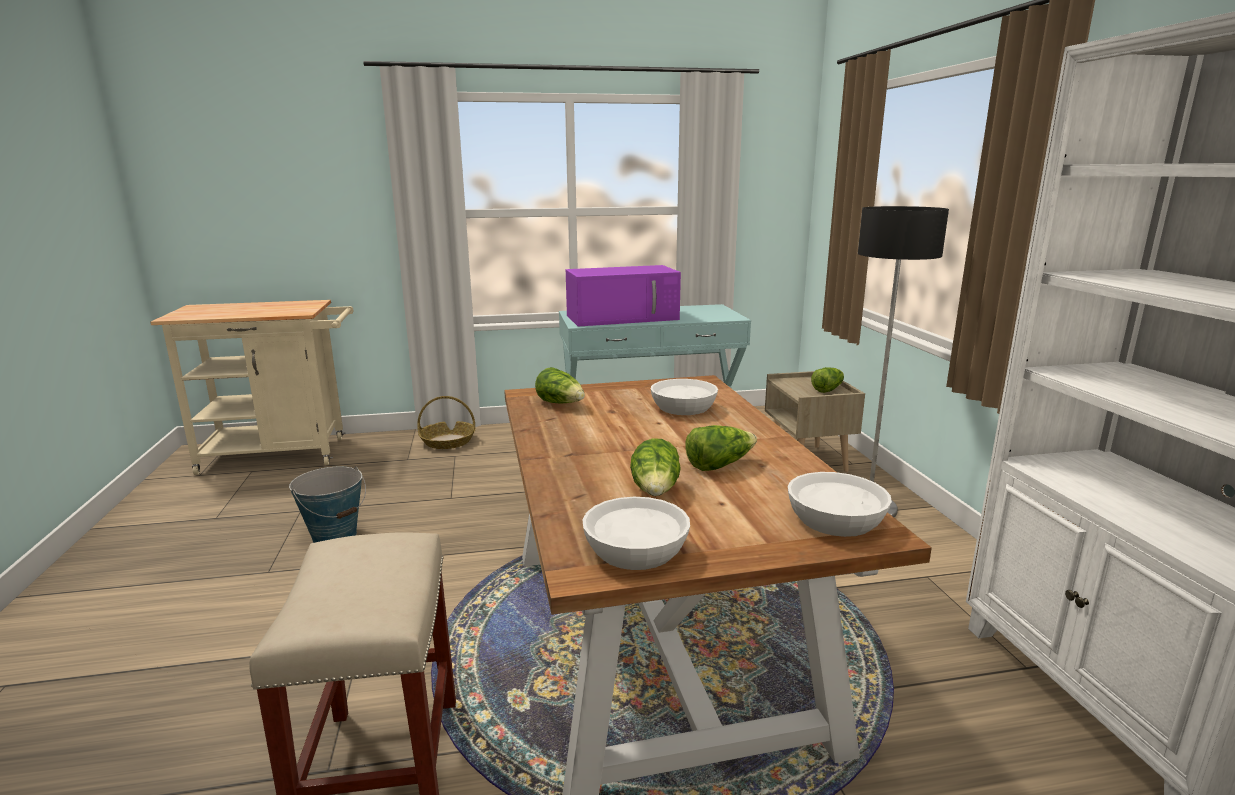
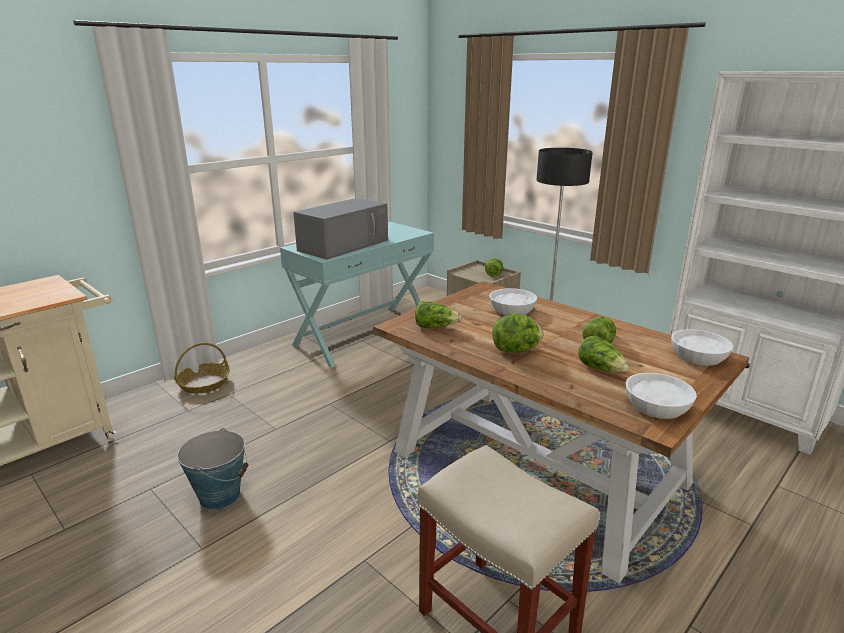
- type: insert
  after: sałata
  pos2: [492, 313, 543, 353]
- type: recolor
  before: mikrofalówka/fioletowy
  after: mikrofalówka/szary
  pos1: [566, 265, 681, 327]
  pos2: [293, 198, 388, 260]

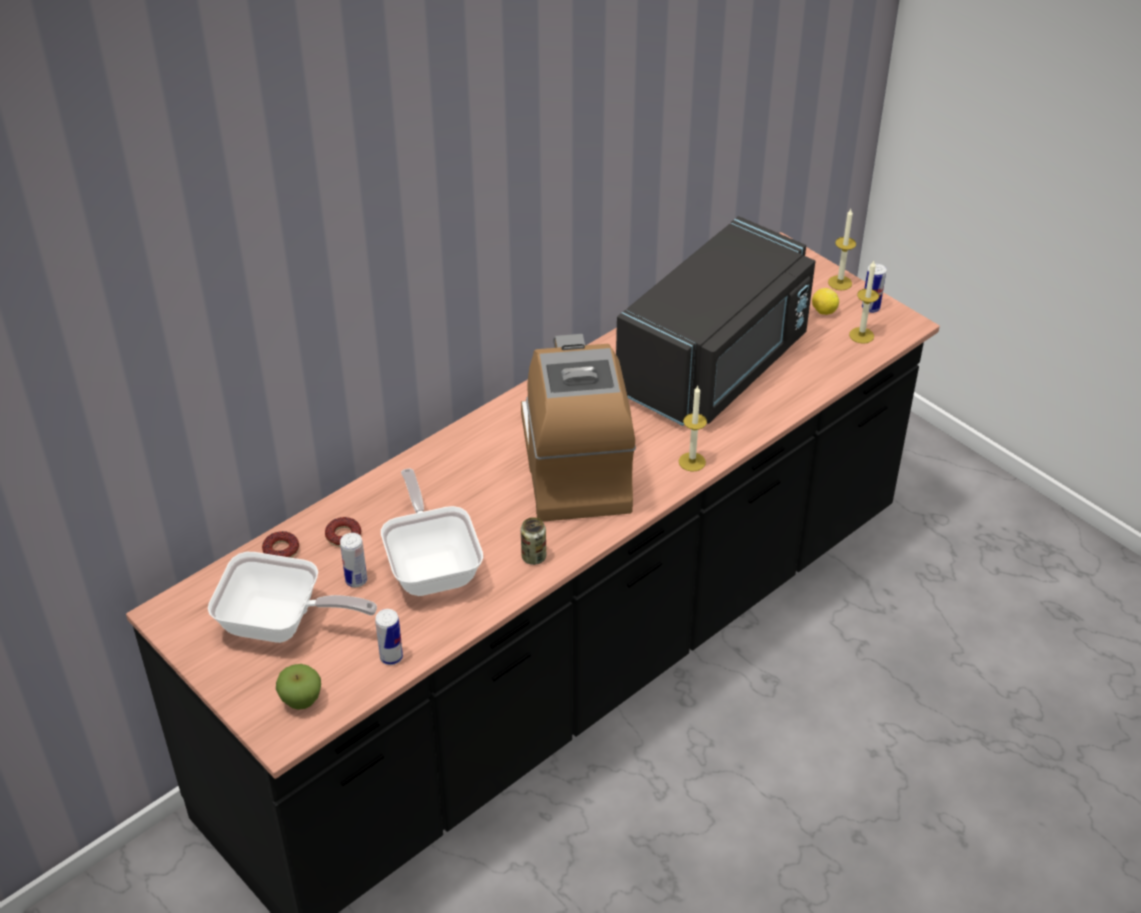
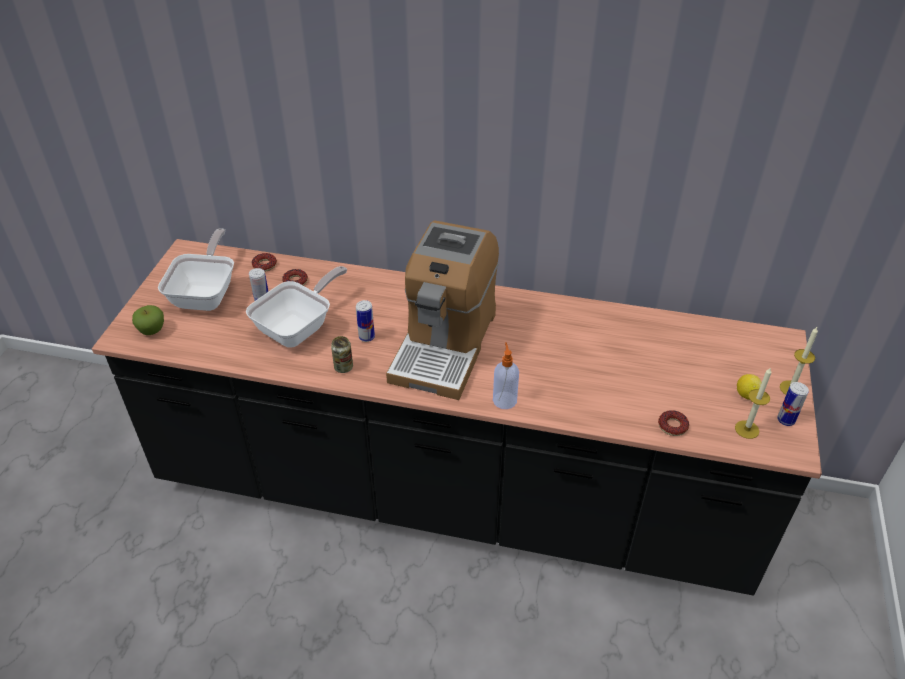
- type: delete
  before: mikrofalówka/czarny
  pos1: [616, 216, 815, 426]
- type: insert
  after: donut
  pos2: [658, 410, 689, 436]
- type: move
  before: puszka
  pos1: [375, 609, 403, 665]
  pos2: [356, 300, 375, 342]
- type: replace
  before: świeca
  after: dozownik mydła
  pos1: [679, 386, 707, 472]
  pos2: [493, 342, 519, 409]
- type: rotate
  before: patelnia
  pos1: [208, 552, 377, 643]
  pos2: [158, 228, 234, 311]
  turn: -150
- type: rotate
  before: ekspres do kawy
  pos1: [521, 334, 636, 522]
  pos2: [386, 221, 499, 400]
  turn: 150

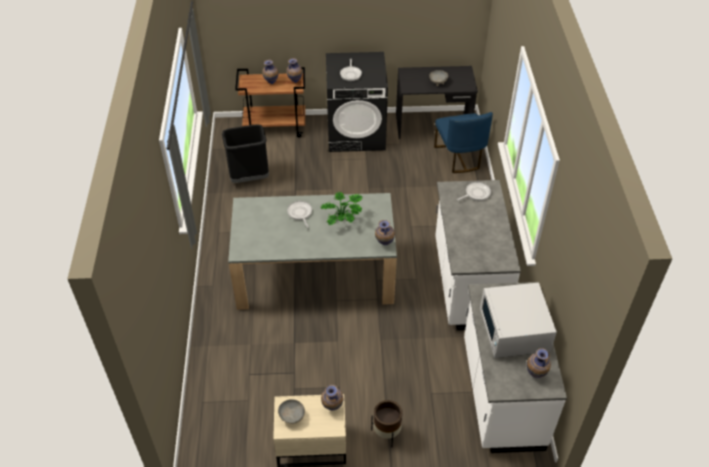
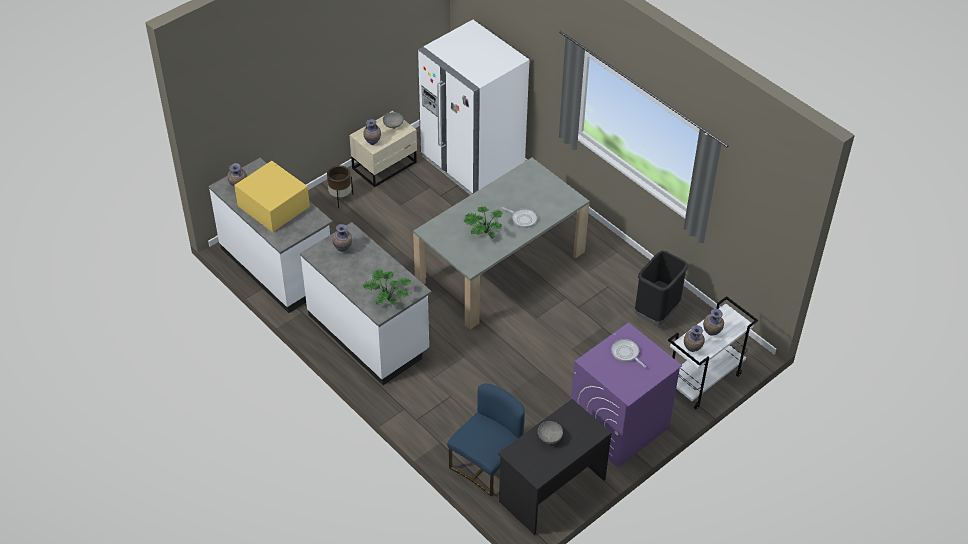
- type: insert
  after: lodówka/biały
  pos2: [417, 20, 529, 195]
- type: move
  before: wazon
  pos1: [375, 220, 395, 245]
  pos2: [332, 224, 352, 252]
- type: replace
  before: patelnia
  after: roślina doniczkowa
  pos1: [457, 182, 491, 201]
  pos2: [362, 269, 412, 305]
- type: recolor
  before: wózek/brązowy
  after: wózek/biały
  pos1: [235, 67, 305, 138]
  pos2: [668, 296, 758, 409]
- type: recolor
  before: pralka/czarny
  after: pralka/fioletowy
  pos1: [326, 52, 388, 152]
  pos2: [571, 322, 682, 468]
- type: recolor
  before: mikrofalówka/biały
  after: mikrofalówka/żółty
  pos1: [480, 282, 557, 358]
  pos2: [234, 161, 310, 232]
- type: rotate
  before: krzesło/niebieski
  pos1: [434, 112, 493, 173]
  pos2: [447, 384, 525, 497]
  turn: 90

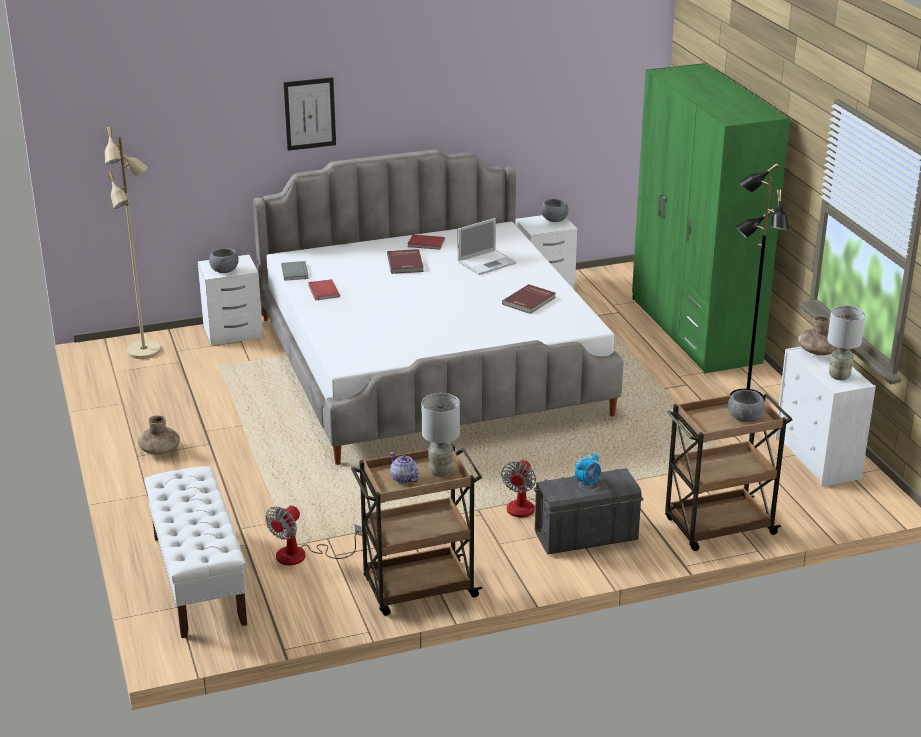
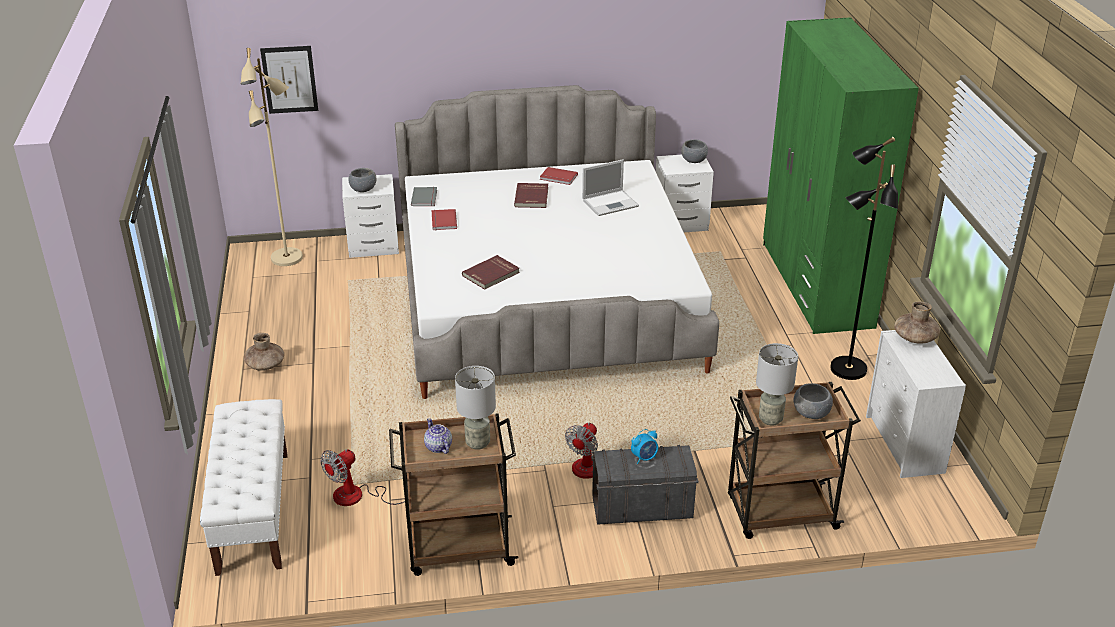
- type: move
  before: obraz
  pos1: [284, 77, 336, 151]
  pos2: [260, 46, 318, 114]
- type: move
  before: książka/czerwony
  pos1: [502, 284, 556, 314]
  pos2: [462, 255, 520, 290]
- type: move
  before: lampa stołowa/szary
  pos1: [827, 305, 866, 380]
  pos2: [756, 343, 798, 426]

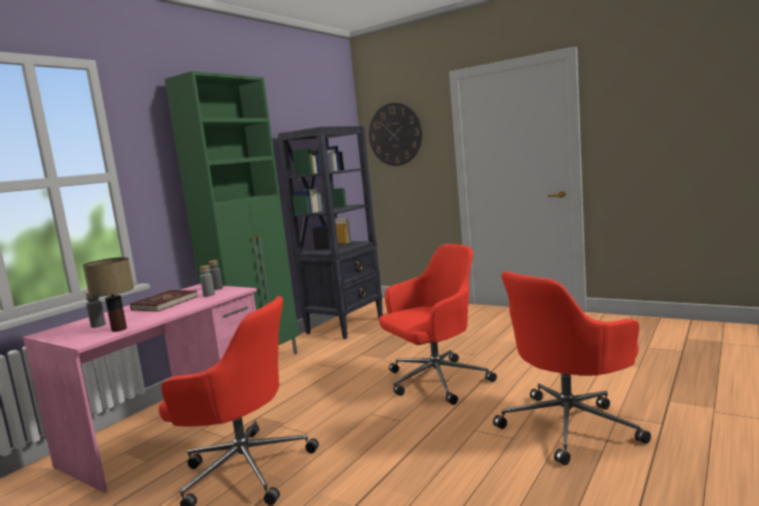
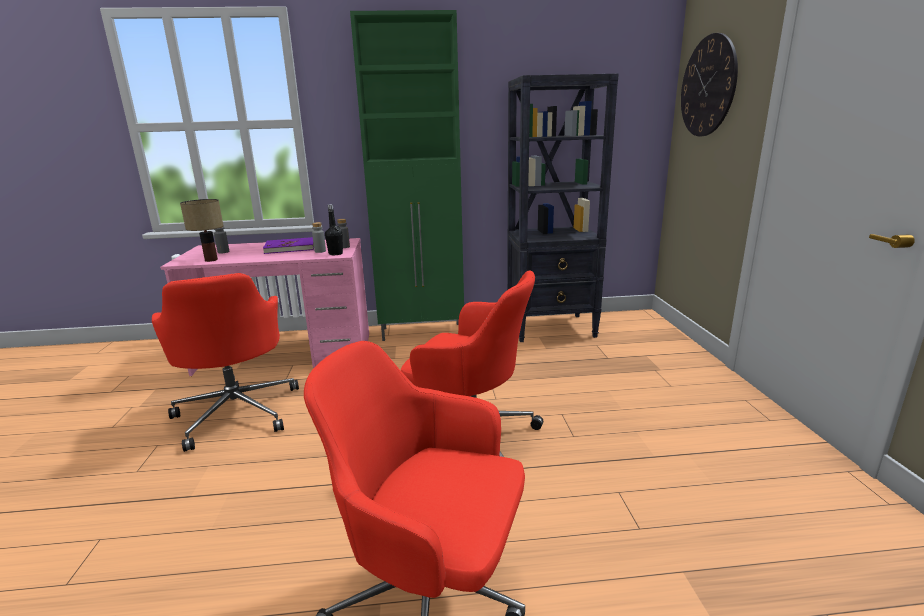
- type: insert
  after: butelka/czarny
  pos2: [325, 204, 343, 255]
- type: recolor
  before: książka/czerwony
  after: książka/fioletowy
  pos1: [130, 290, 198, 312]
  pos2: [263, 237, 314, 254]

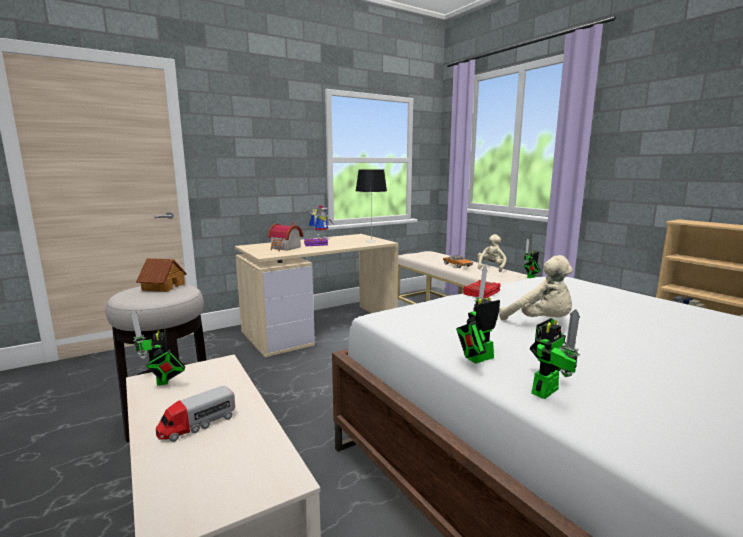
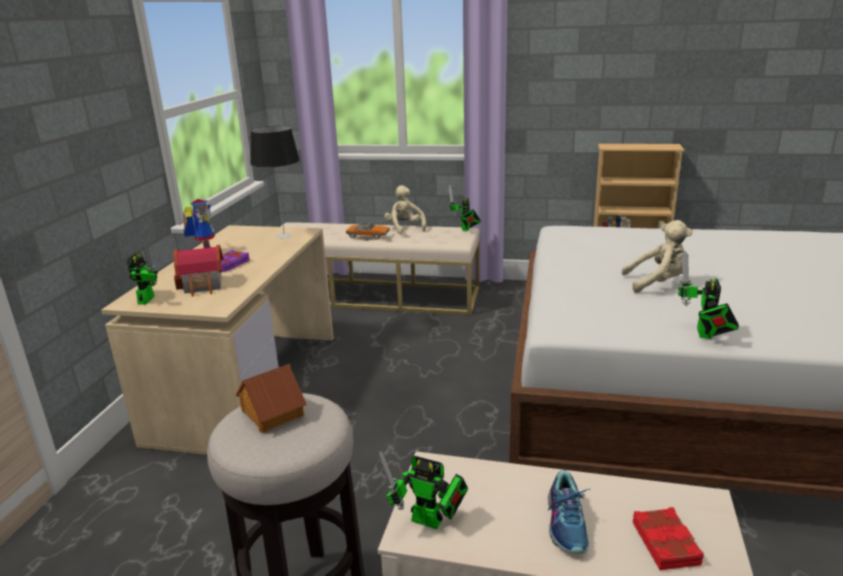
- type: move
  before: książka/czerwony
  pos1: [464, 280, 501, 298]
  pos2: [633, 507, 704, 570]
- type: move
  before: robot zabawkowy
  pos1: [530, 309, 580, 399]
  pos2: [127, 244, 158, 305]
- type: replace
  before: ciężarówka zabawkowa
  after: but
  pos1: [156, 386, 235, 442]
  pos2: [548, 470, 590, 554]

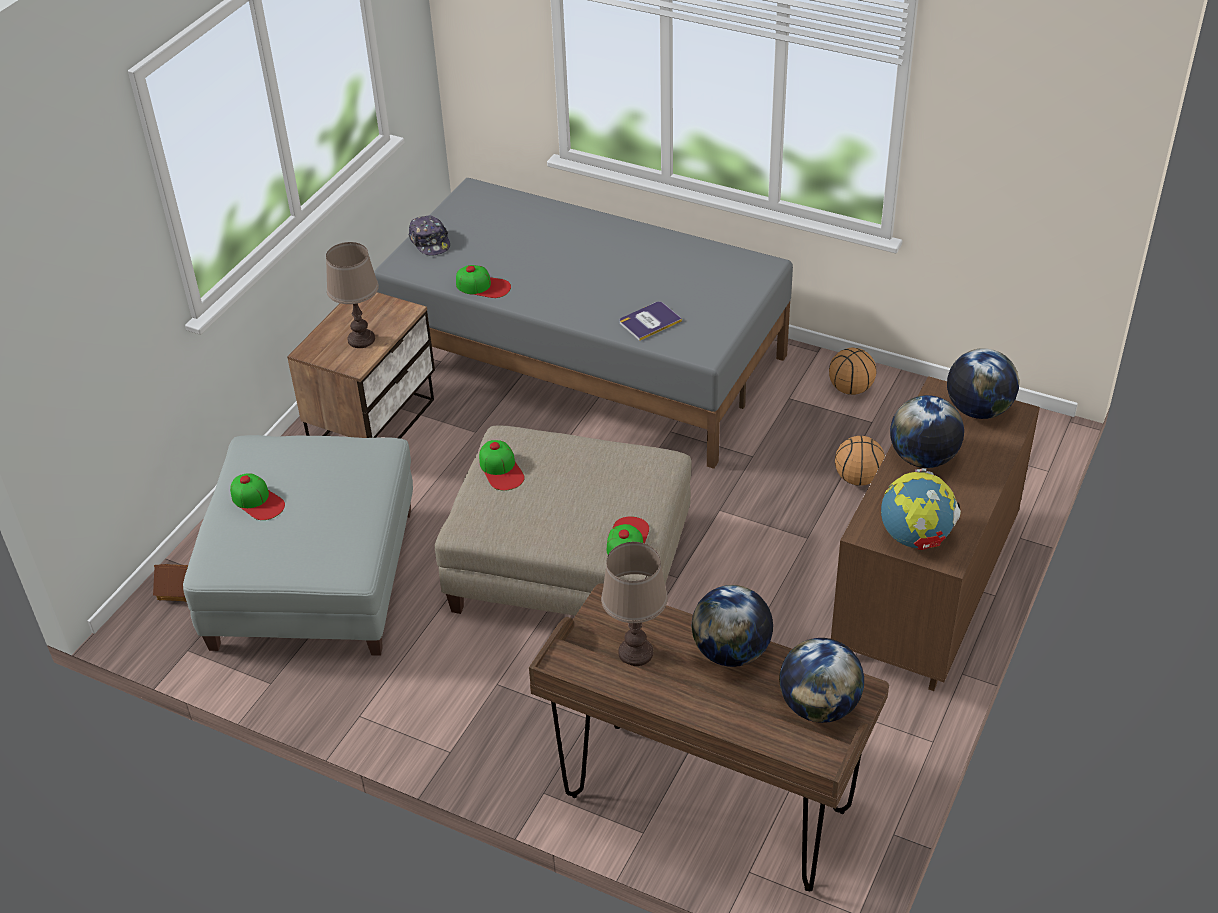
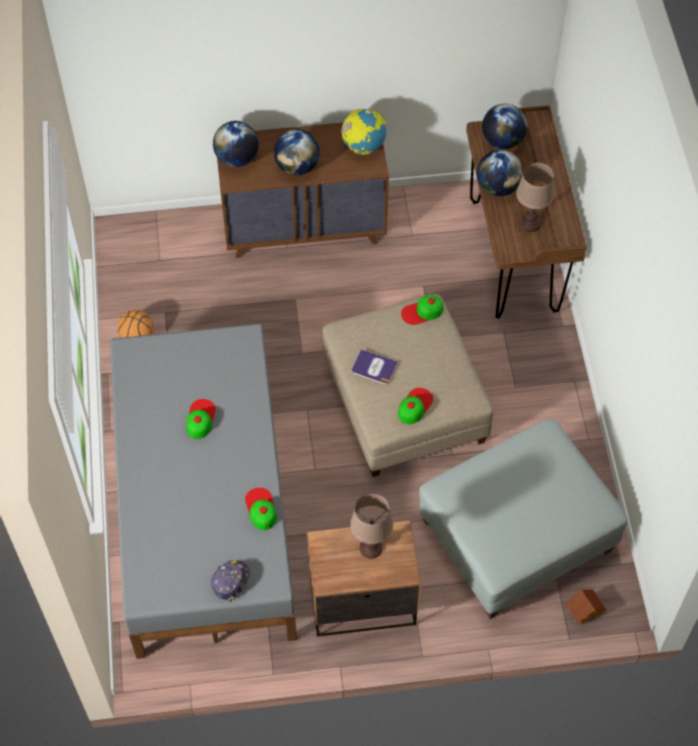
- type: delete
  before: piłka do koszykówki
  pos1: [835, 436, 885, 486]
- type: move
  before: czapka z daszkiem
  pos1: [230, 473, 285, 520]
  pos2: [186, 399, 216, 439]
- type: move
  before: książka
  pos1: [620, 302, 682, 341]
  pos2: [352, 349, 398, 385]

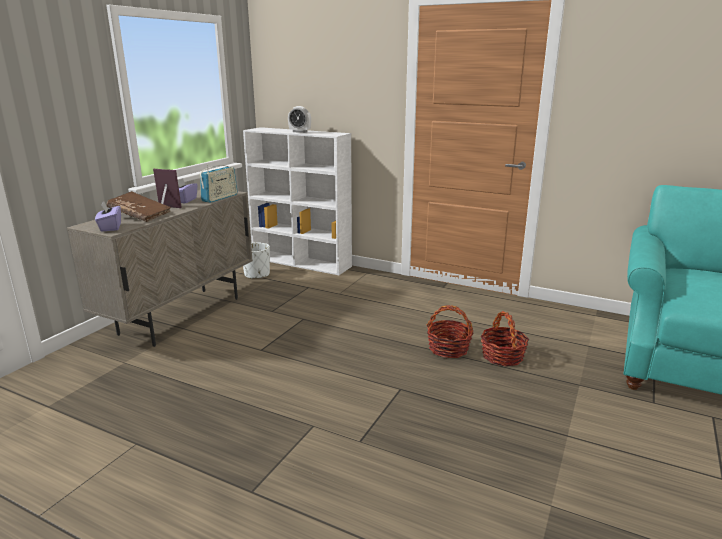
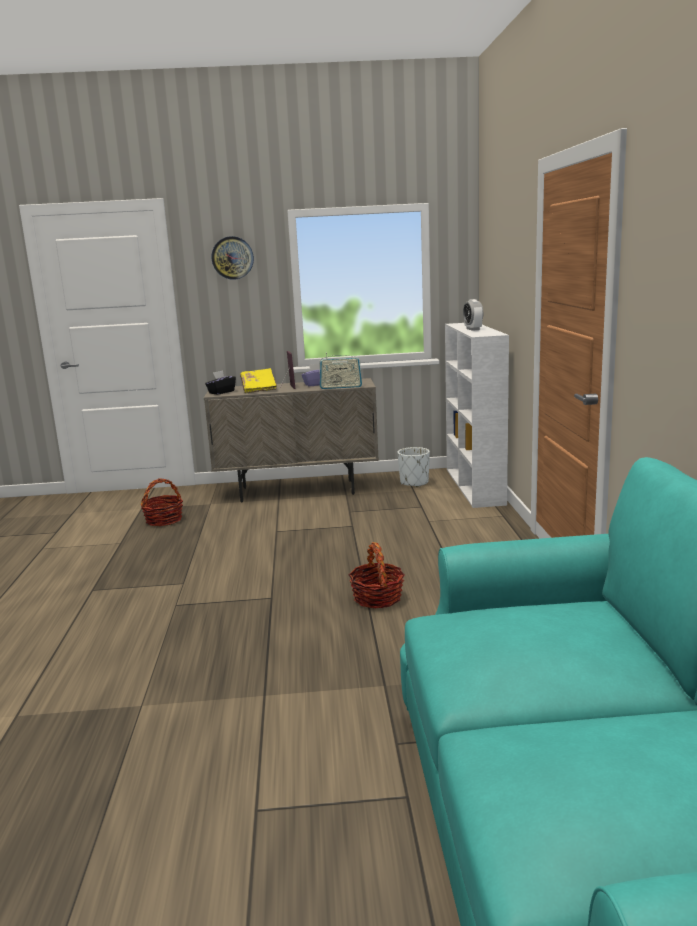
- type: insert
  after: zegar ścienny
  pos2: [212, 236, 254, 280]
- type: move
  before: koszyk
  pos1: [481, 311, 529, 366]
  pos2: [141, 479, 183, 526]
- type: recolor
  before: pudełko chusteczek/fioletowy
  after: pudełko chusteczek/czarny
  pos1: [95, 202, 121, 232]
  pos2: [205, 370, 236, 395]
- type: recolor
  before: książka/brązowy
  after: książka/żółty
  pos1: [107, 191, 171, 222]
  pos2: [240, 368, 277, 393]

